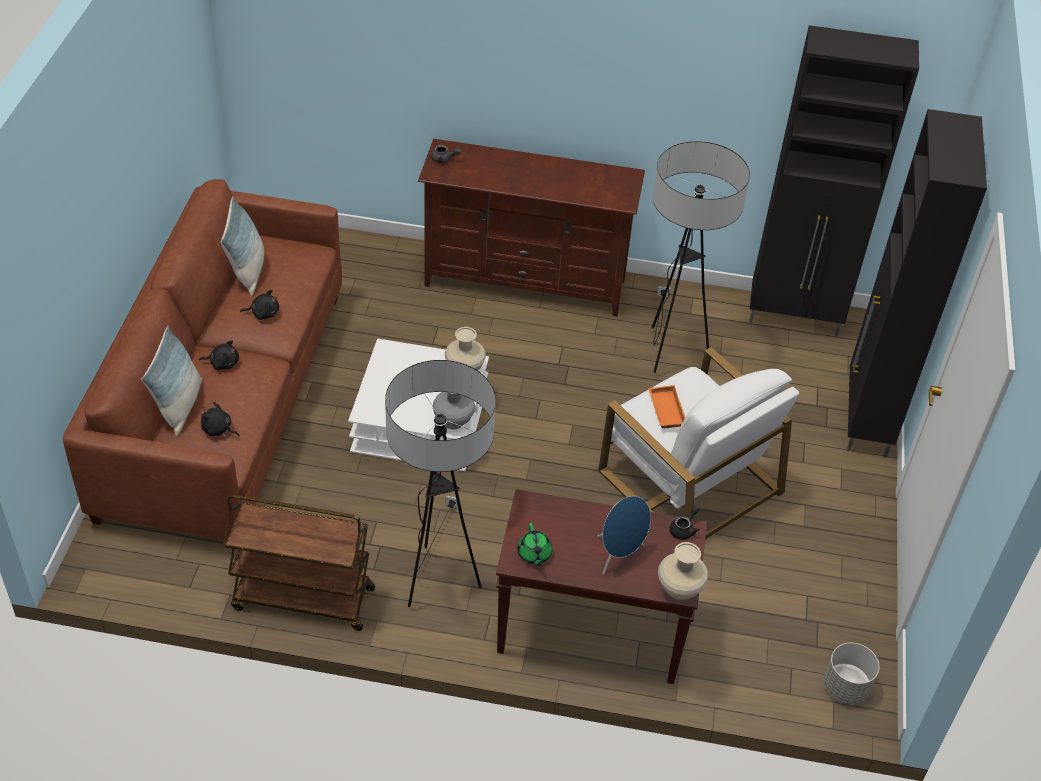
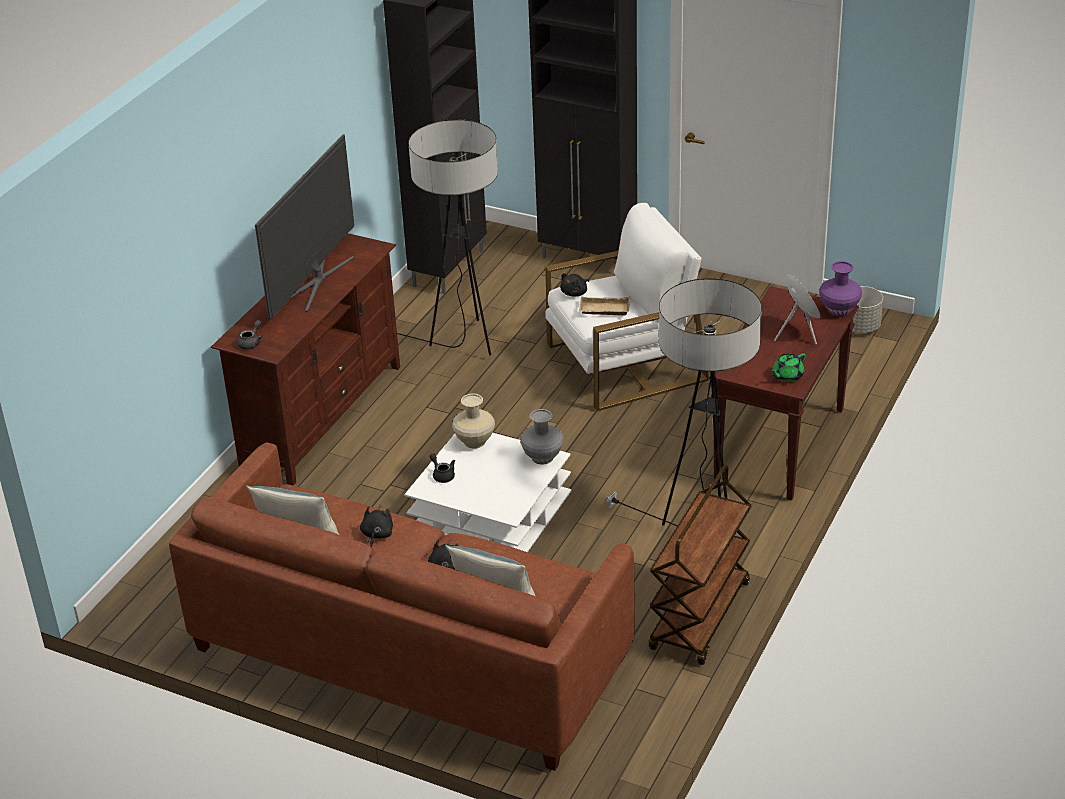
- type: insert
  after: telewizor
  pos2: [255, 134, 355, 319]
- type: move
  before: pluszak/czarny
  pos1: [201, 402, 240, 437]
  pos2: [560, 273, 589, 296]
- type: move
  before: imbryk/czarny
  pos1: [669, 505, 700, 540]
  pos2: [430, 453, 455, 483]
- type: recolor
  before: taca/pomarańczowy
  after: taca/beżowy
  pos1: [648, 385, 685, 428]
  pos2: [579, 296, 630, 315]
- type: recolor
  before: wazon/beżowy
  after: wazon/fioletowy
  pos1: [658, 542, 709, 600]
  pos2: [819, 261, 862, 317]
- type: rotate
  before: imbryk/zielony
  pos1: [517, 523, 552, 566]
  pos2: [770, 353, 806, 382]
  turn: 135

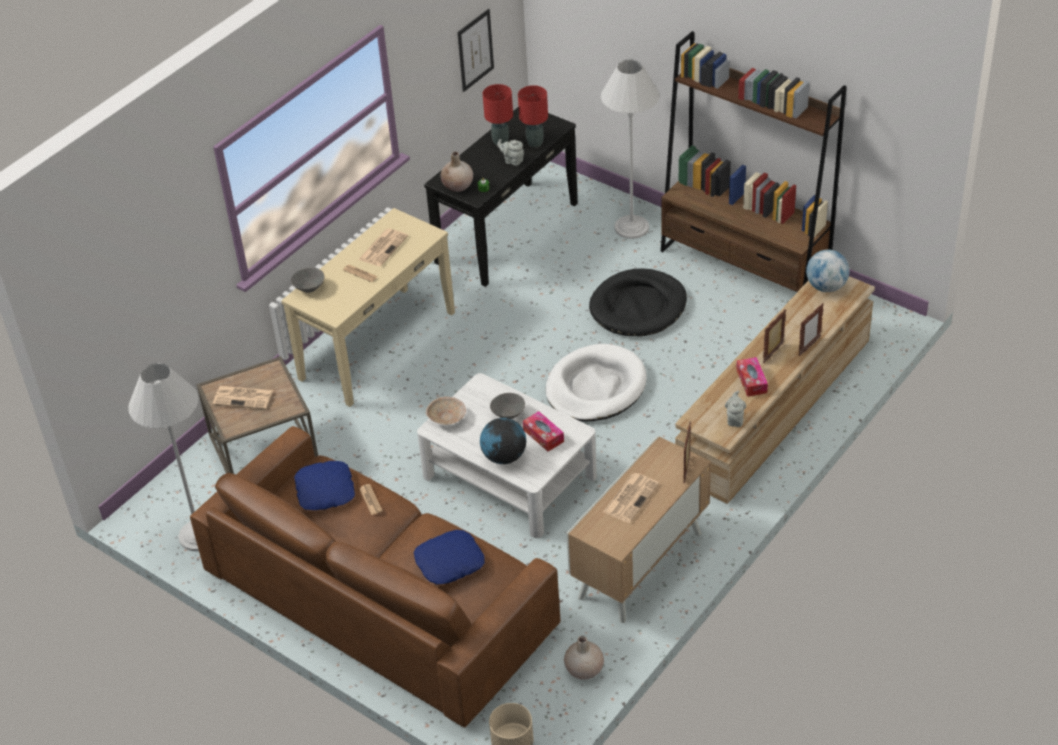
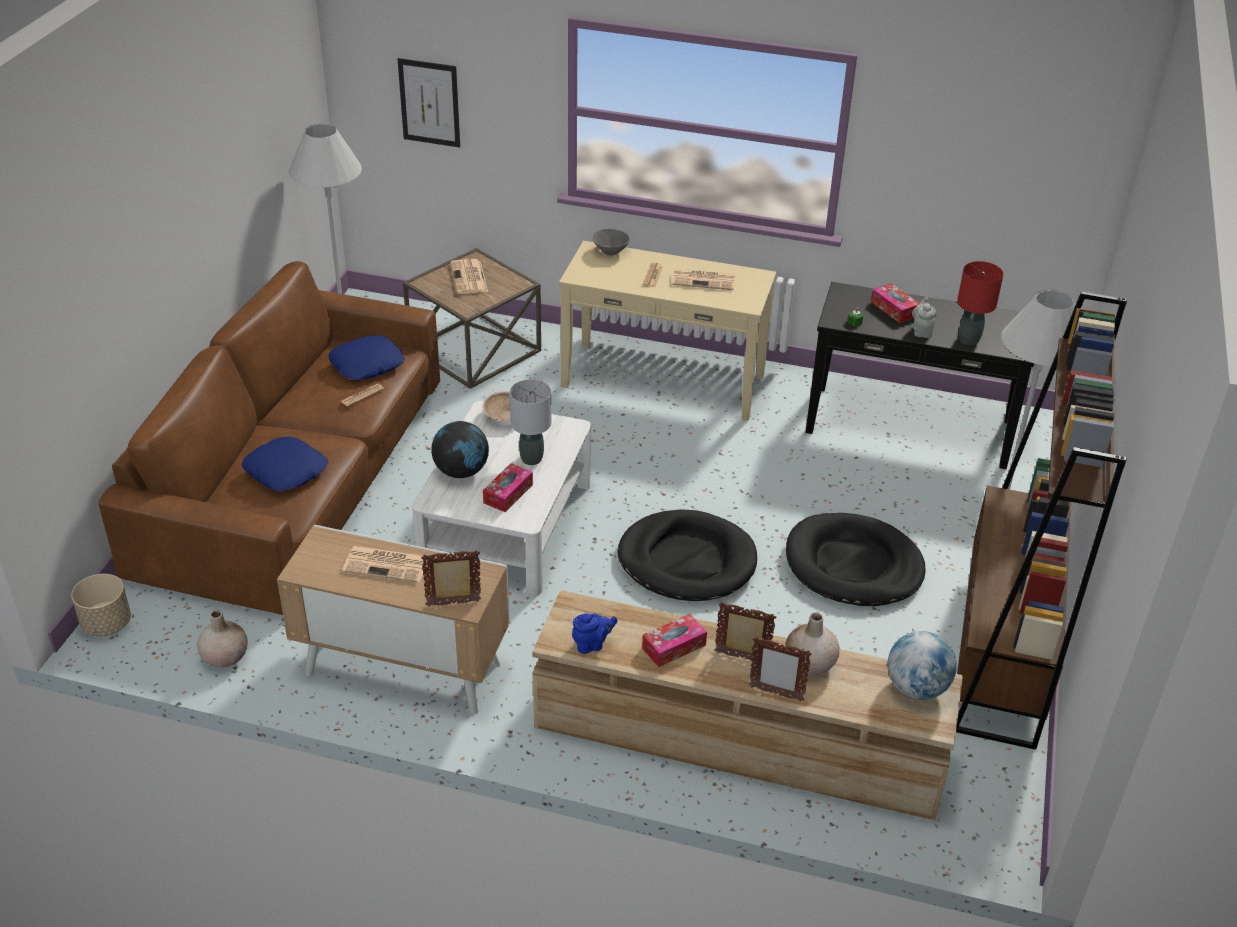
- type: delete
  before: lampa stołowa/czerwony
  pos1: [483, 84, 513, 145]
- type: insert
  after: pudełko chusteczek
  pos2: [871, 283, 920, 323]
- type: move
  before: wazon/beżowy
  pos1: [441, 152, 473, 192]
  pos2: [785, 613, 840, 675]
- type: move
  before: obraz
  pos1: [457, 9, 494, 92]
  pos2: [398, 58, 460, 148]
- type: replace
  before: miska/szary
  after: lampa stołowa/szary
  pos1: [490, 393, 525, 419]
  pos2: [510, 379, 552, 465]
- type: recolor
  before: legowisko/biały
  after: legowisko/czarny
  pos1: [545, 344, 647, 422]
  pos2: [618, 509, 757, 601]
- type: recolor
  before: imbryk/szary
  after: imbryk/niebieski
  pos1: [725, 390, 746, 427]
  pos2: [572, 613, 617, 654]

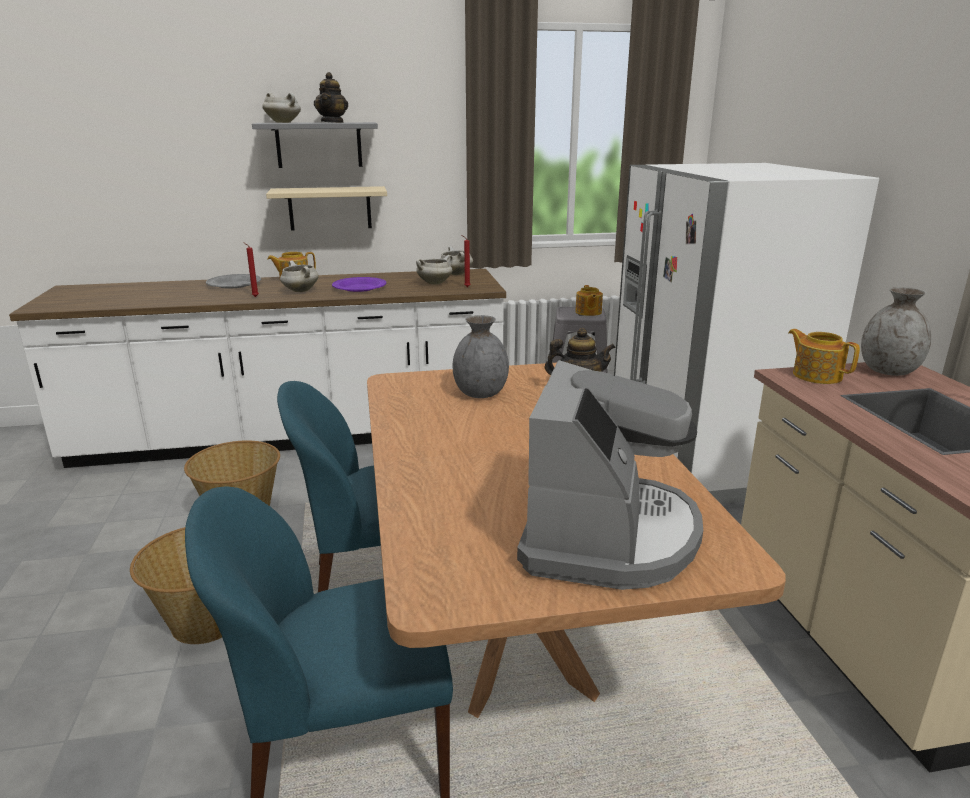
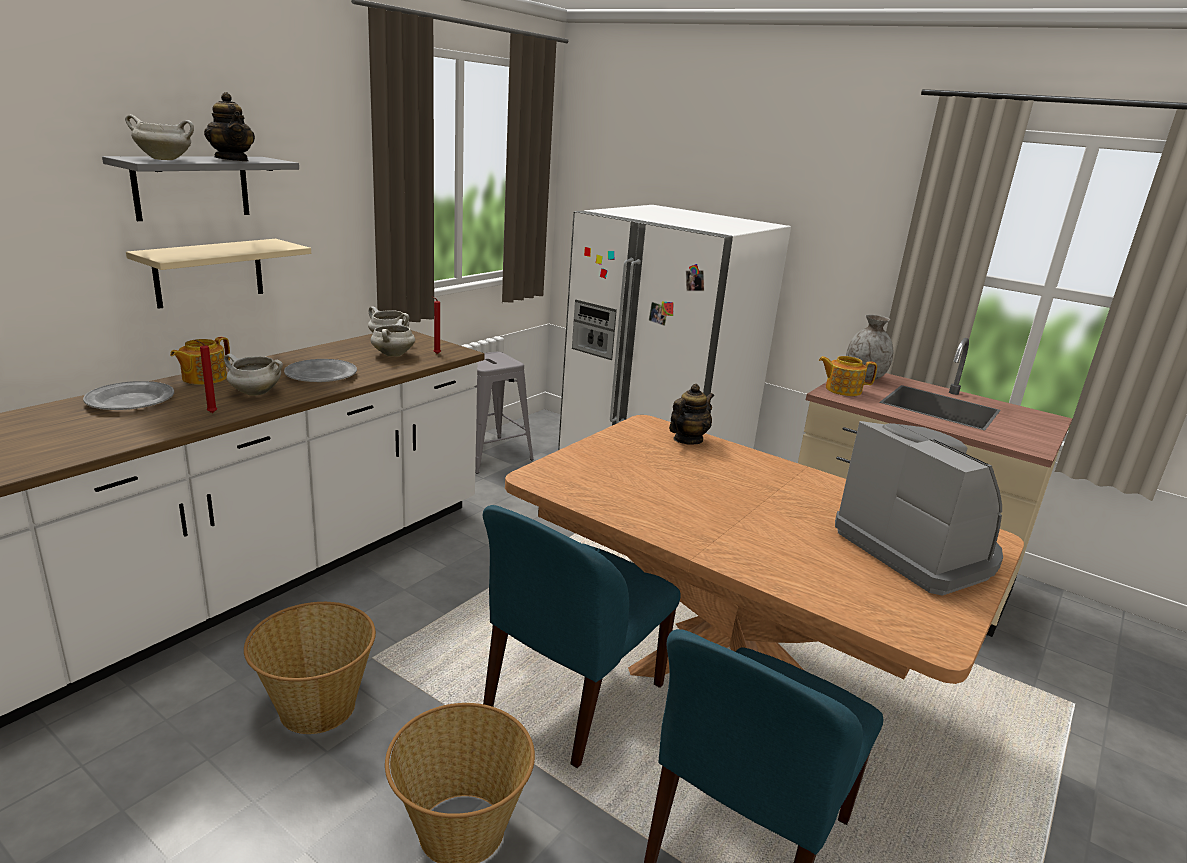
- type: delete
  before: wazon/szary
  pos1: [453, 315, 509, 398]
- type: delete
  before: imbryk
  pos1: [575, 285, 603, 316]
- type: recolor
  before: talerz/fioletowy
  after: talerz/szary
  pos1: [332, 277, 386, 292]
  pos2: [284, 359, 357, 382]

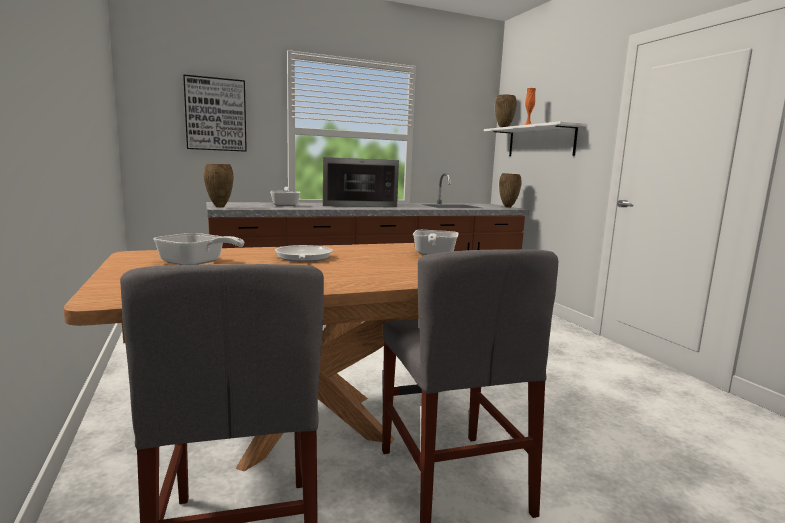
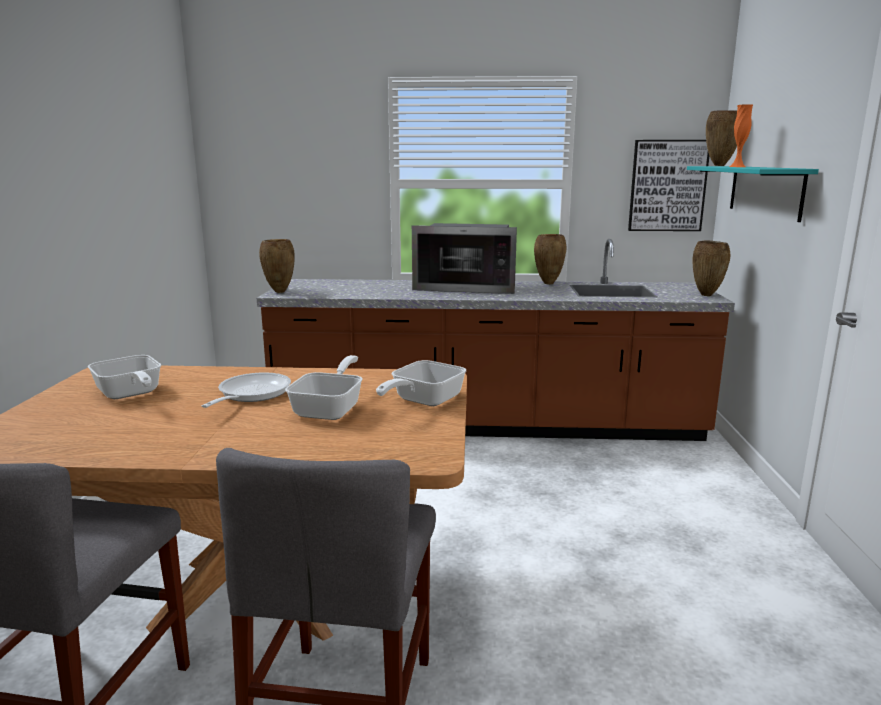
- type: insert
  after: wazon/brązowy
  pos2: [534, 234, 566, 285]
- type: move
  before: obraz
  pos1: [183, 74, 247, 152]
  pos2: [628, 140, 709, 231]
- type: move
  before: patelnia
  pos1: [270, 187, 300, 206]
  pos2: [285, 355, 363, 420]
- type: recolor
  before: półka/biały
  after: półka/turkusowy
  pos1: [484, 121, 587, 156]
  pos2: [687, 166, 819, 222]

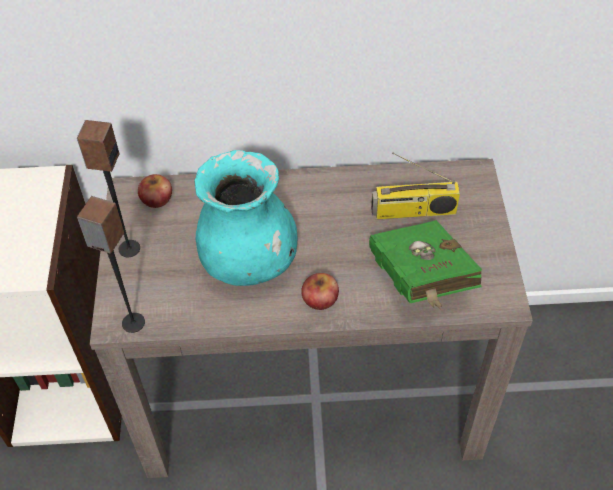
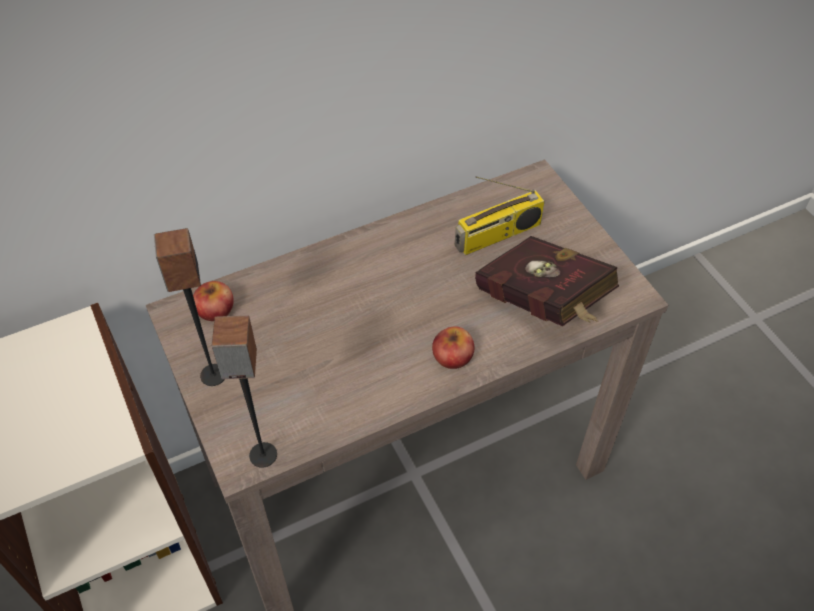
- type: delete
  before: wazon/turkusowy
  pos1: [194, 150, 297, 286]
- type: recolor
  before: książka/zielony
  after: książka/czerwony
  pos1: [369, 220, 482, 310]
  pos2: [475, 236, 619, 326]

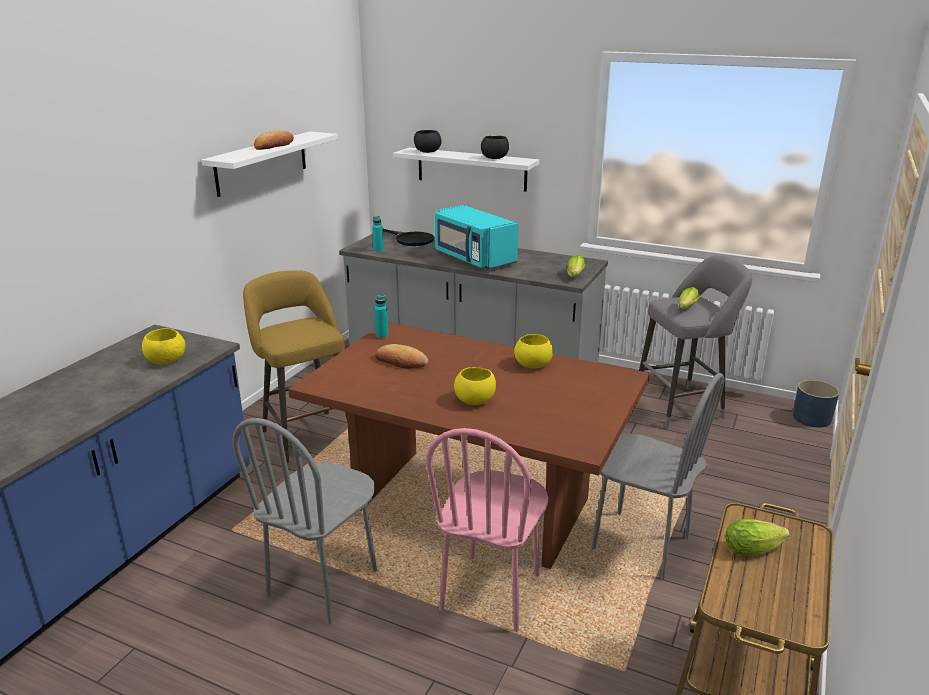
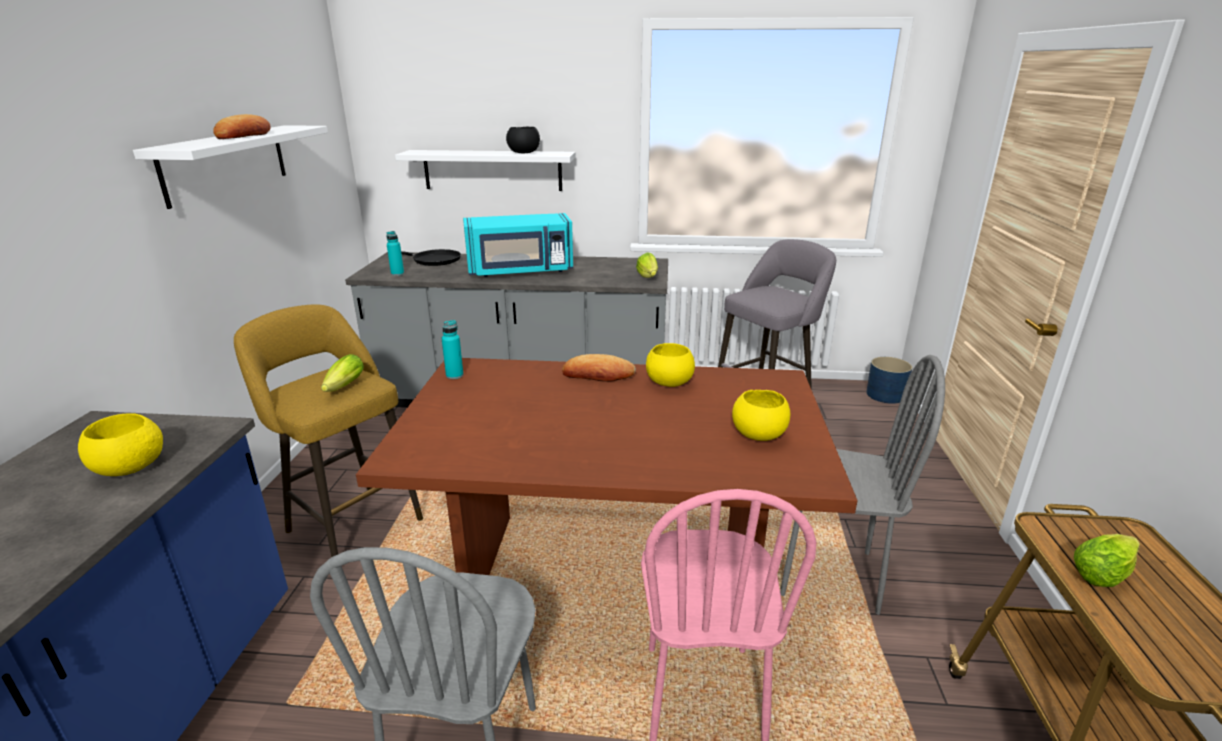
- type: delete
  before: miska/czarny
  pos1: [414, 130, 441, 153]
- type: move
  before: chleb
  pos1: [375, 344, 428, 369]
  pos2: [562, 354, 636, 382]
- type: move
  before: miska/żółty
  pos1: [454, 367, 496, 405]
  pos2: [732, 390, 790, 441]
- type: move
  before: sałata
  pos1: [678, 287, 700, 309]
  pos2: [321, 354, 364, 392]
- type: rotate
  before: mikrofalówka/turkusowy
  pos1: [435, 205, 519, 269]
  pos2: [463, 213, 573, 277]
  turn: -45

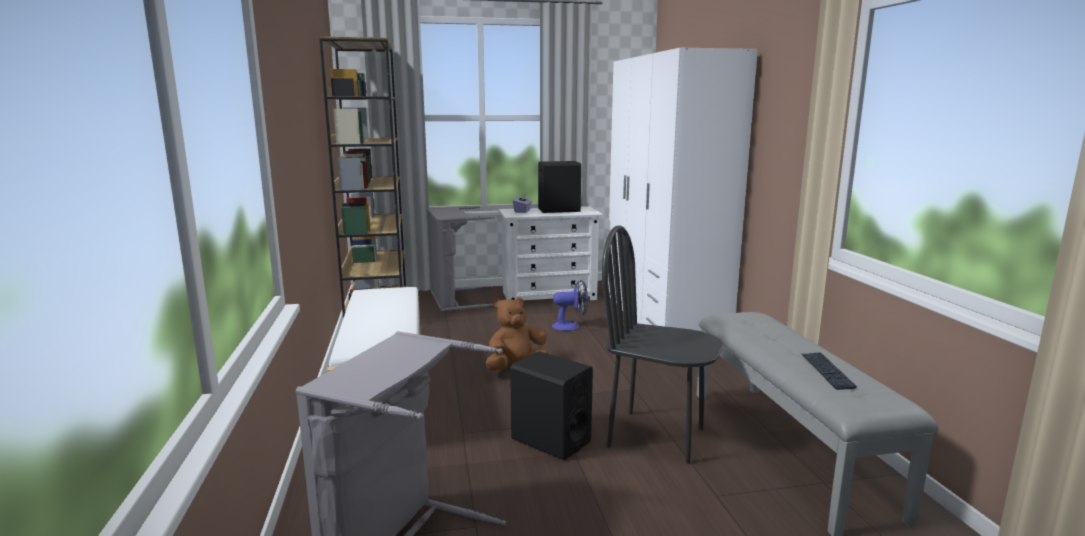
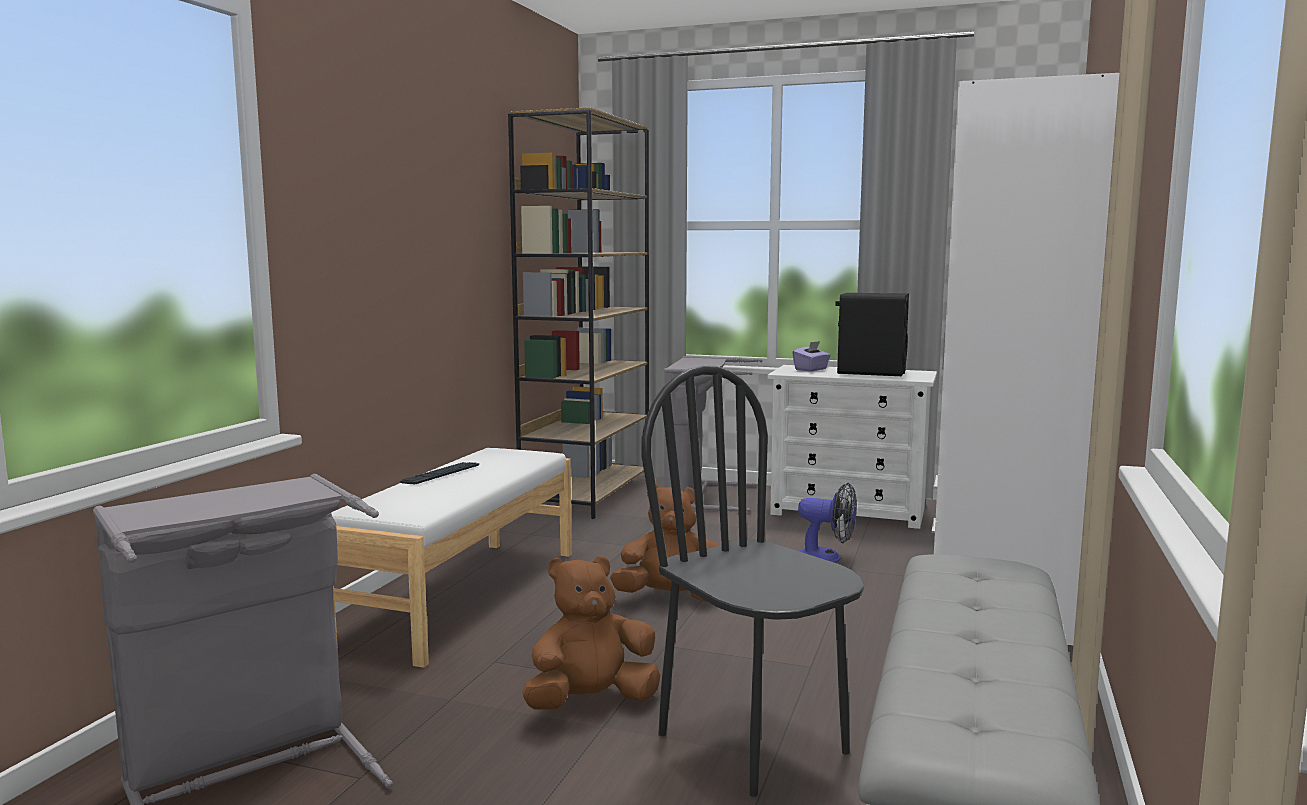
- type: move
  before: klawiatura
  pos1: [802, 352, 857, 390]
  pos2: [400, 462, 479, 485]
- type: replace
  before: głośnik/czarny
  after: pluszak/brązowy
  pos1: [510, 351, 593, 460]
  pos2: [522, 556, 661, 709]

